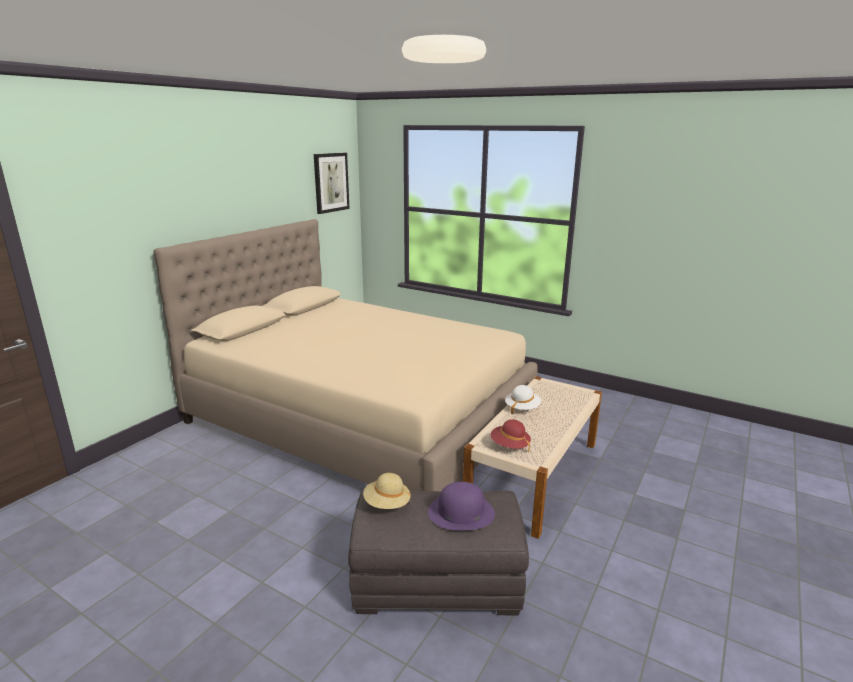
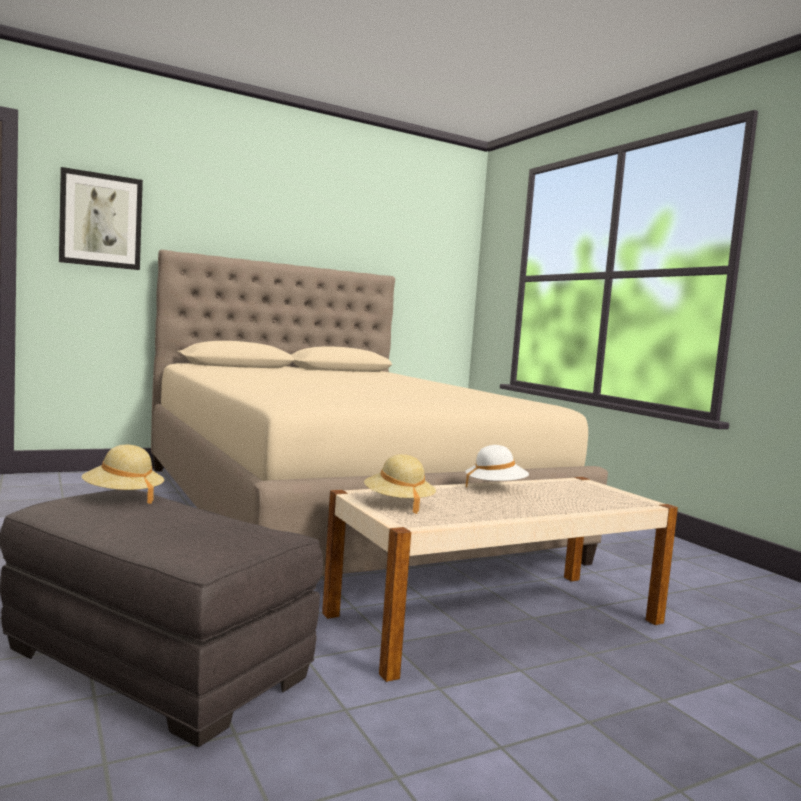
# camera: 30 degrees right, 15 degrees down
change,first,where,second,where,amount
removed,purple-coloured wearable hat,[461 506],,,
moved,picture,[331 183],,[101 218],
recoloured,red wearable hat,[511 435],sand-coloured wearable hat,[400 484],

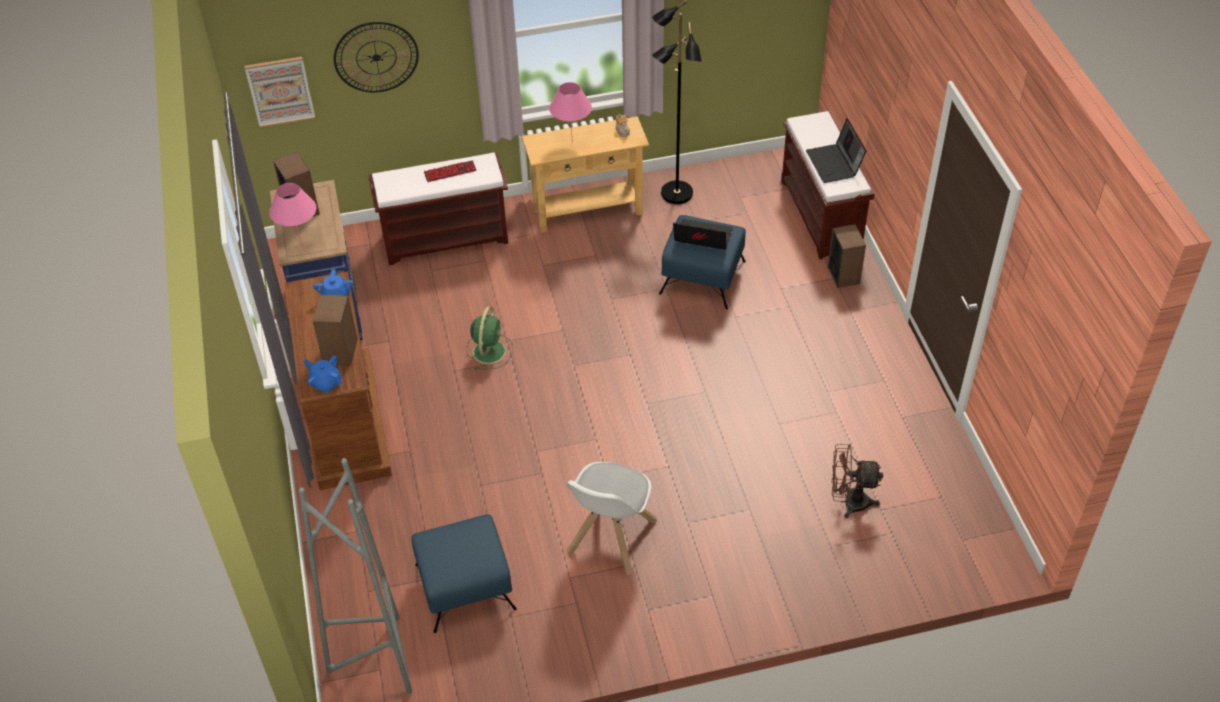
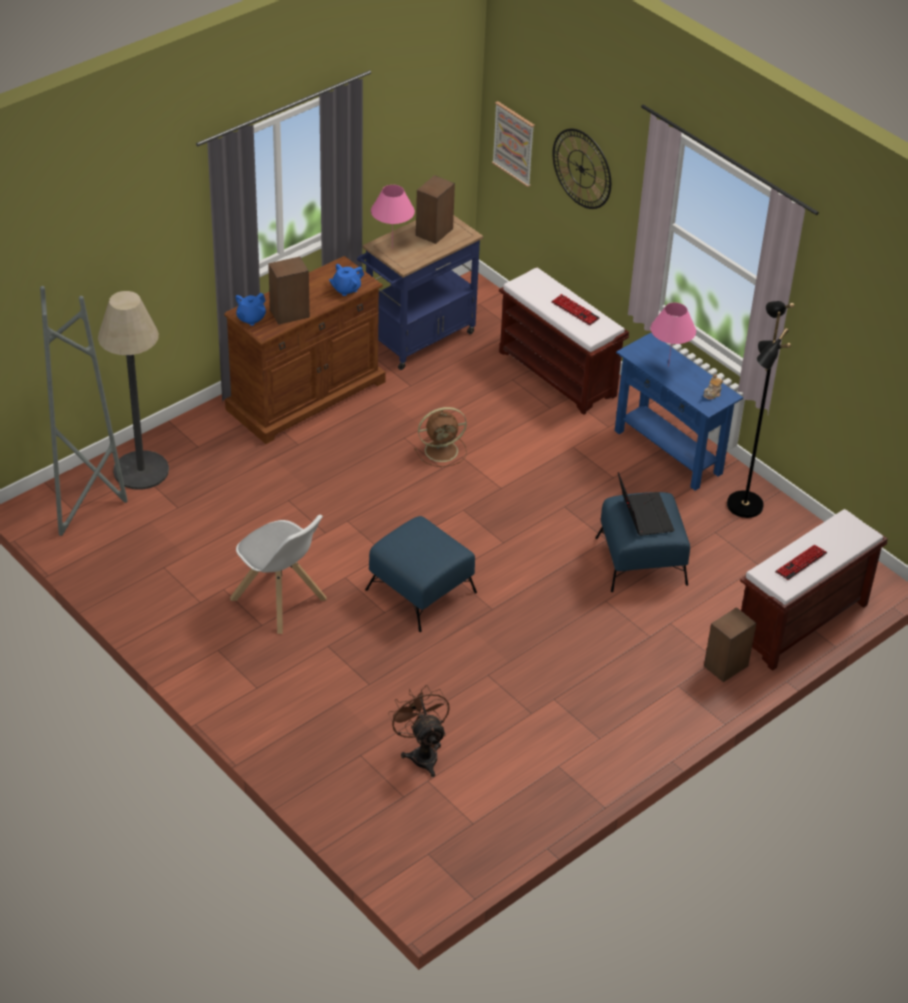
# camera: 60 degrees right, 5 degrees down
change,first,where,second,where,amount
added,,,standing lamp,[133 390],
moved,bluish footrest,[464 573],,[421 574],
replaced,portable computer,[836 151],keyboard,[801 562],
recoloured,green fan,[489 338],brown fan,[440 437],
recoloured,sand-coloured narrow table,[585 174],bluish narrow table,[679 412],
turned,bluish teapot,[323 374],,[251 309],150 degrees counterclockwise
turned,upright chair,[612 518],,[278 574],135 degrees counterclockwise

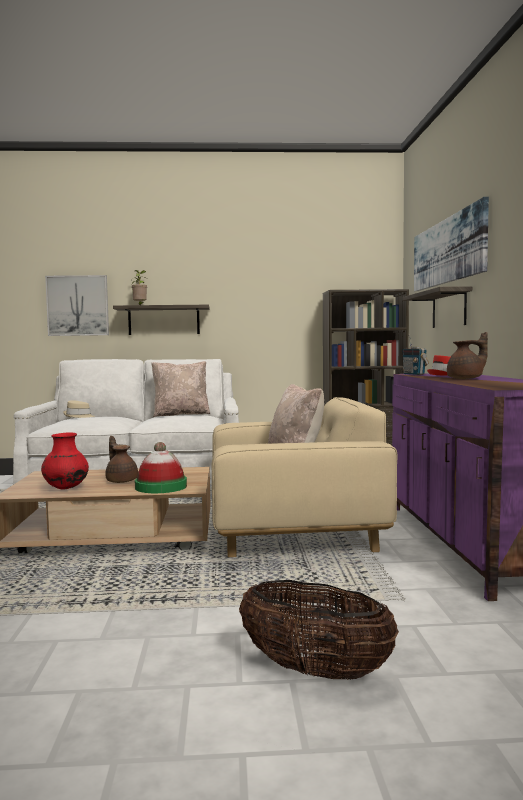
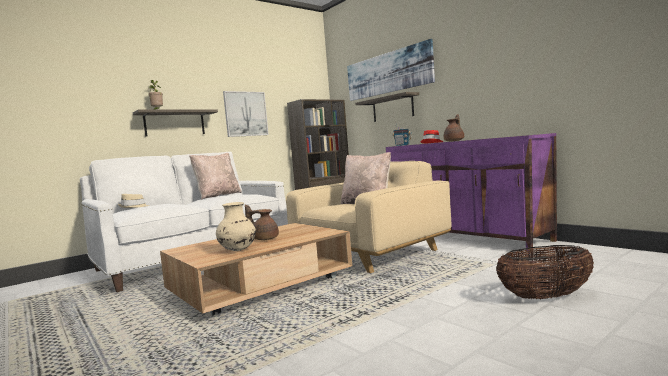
# camera: 35 degrees left, 0 degrees up
change,first,where,second,where,amount
removed,wearable hat,[161 467],,,
moved,picture,[77 305],,[246 114],
recoloured,red decorative vase,[65 460],sand-coloured decorative vase,[236 226],

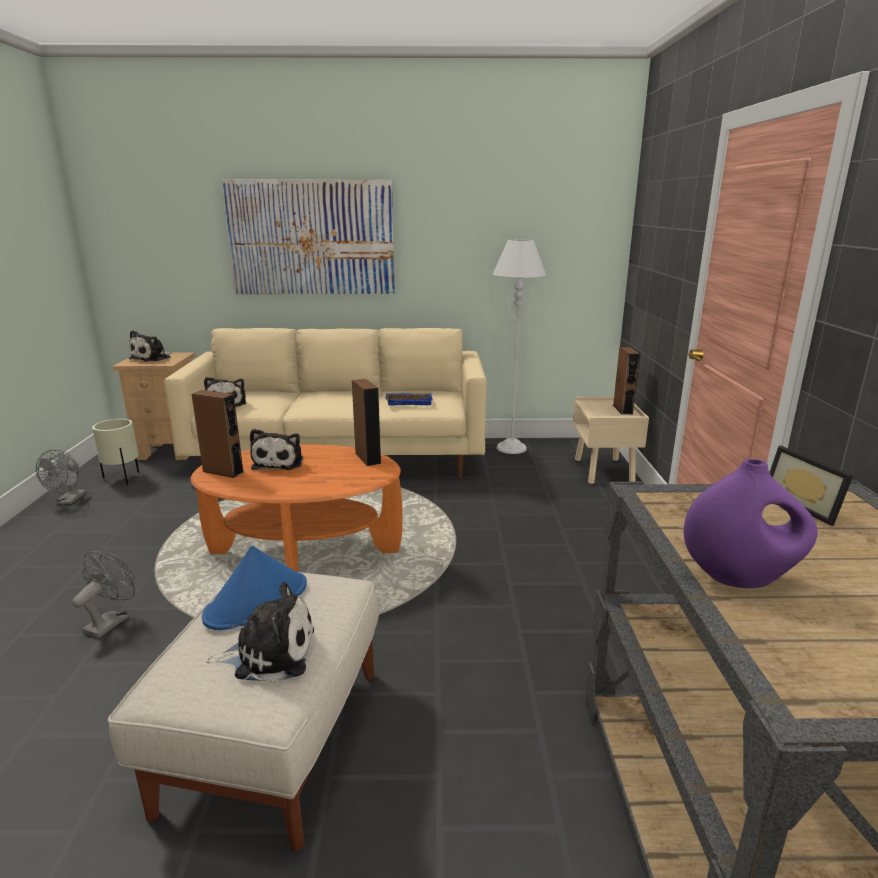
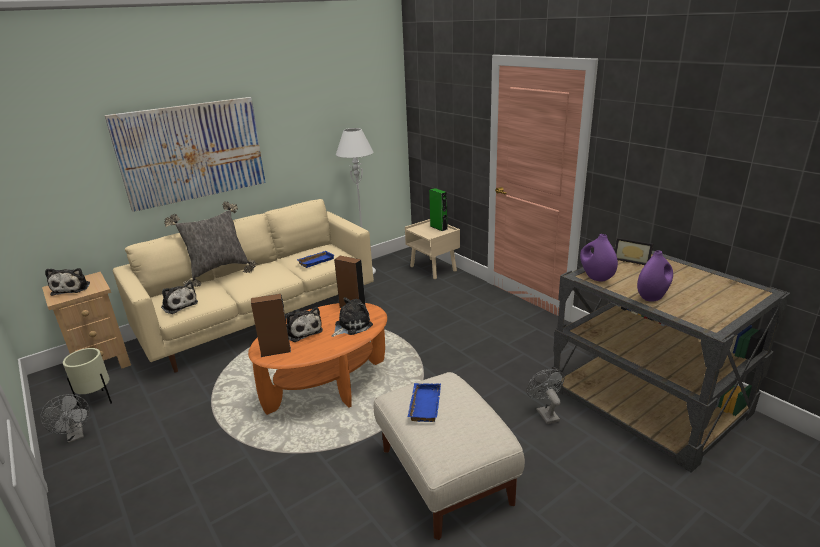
# camera: 35 degrees left, 5 degrees up
change,first,where,second,where,amount
added,,,throw pillow,[211 244],
added,,,purple-coloured decorative vase,[599 258],
moved,grey fan,[103 594],,[545 396],
moved,soft toy,[260 632],,[352 317],
replaced,bluish wearable hat,[254 588],bluish tray,[424 402],
recoloured,brown speaker,[626 380],green speaker,[438 209],

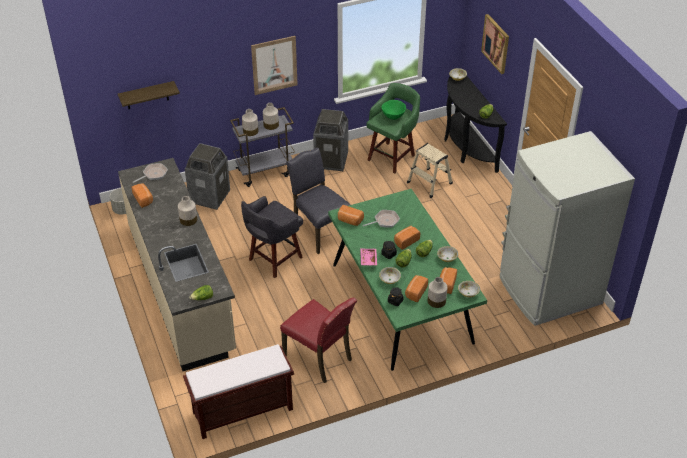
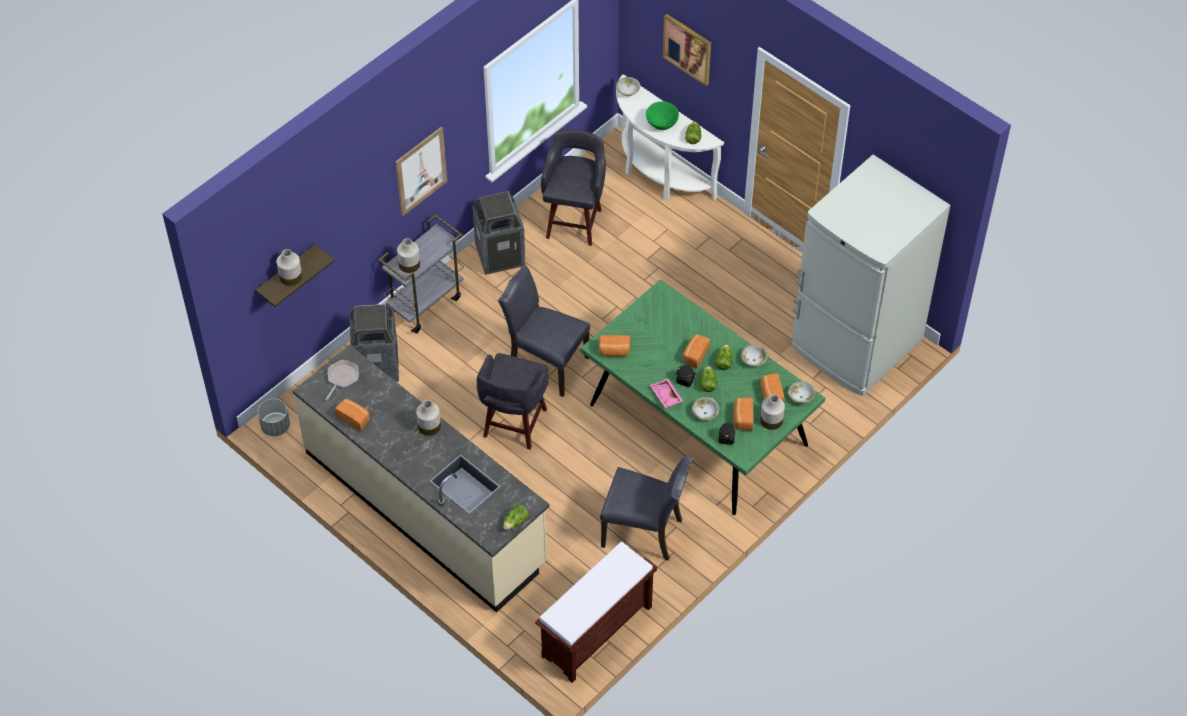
# camera: 25 degrees left, 10 degrees up
change,first,where,second,where,amount
removed,skillet,[381 219],,,
removed,sand-coloured step stool,[430 170],,,
moved,sand-coloured decorative vase,[271 116],,[289 267],
moved,green deep dish,[393 110],,[662 115],
recoloured,red upright chair,[318 340],grey upright chair,[646 508],
recoloured,green stool seat,[393 128],grey stool seat,[573 188],
recoloured,blackish narrow table,[475 124],white-coloured narrow table,[670 137],

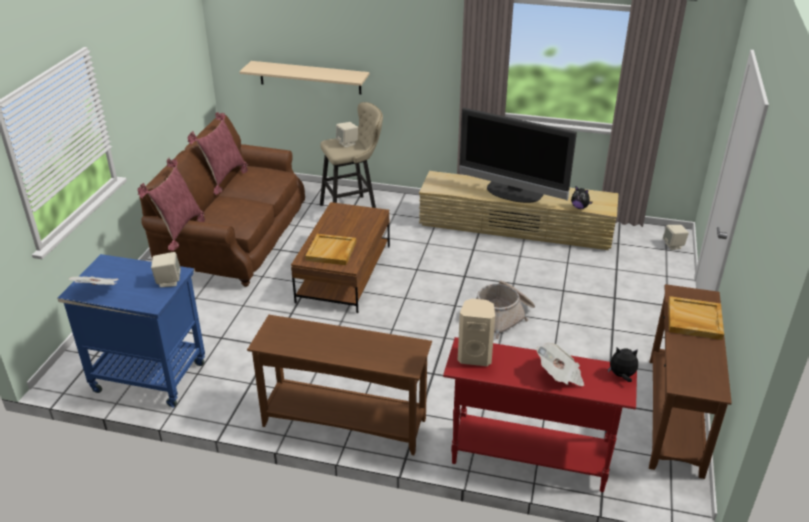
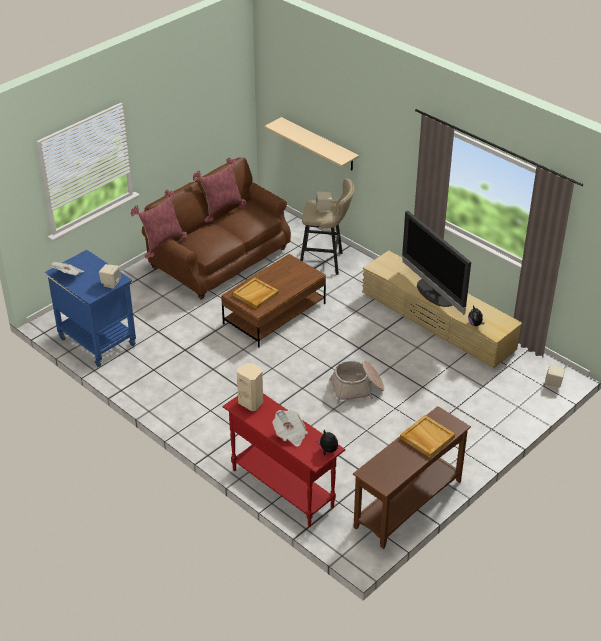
# camera: 30 degrees right, 5 degrees up
change,first,where,second,where,amount
removed,brown narrow table,[339 385],,,

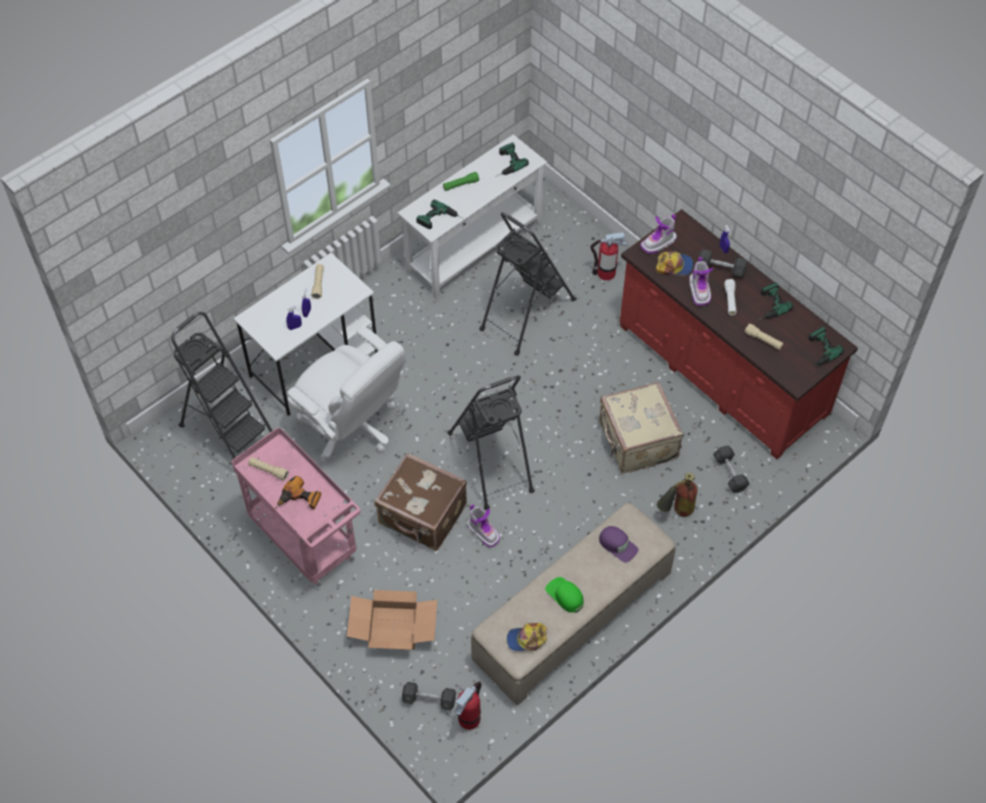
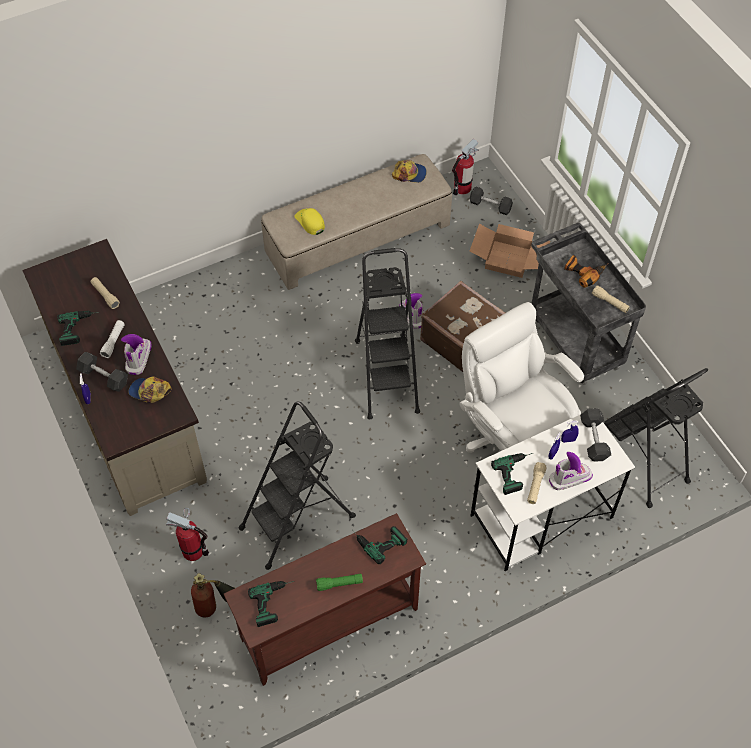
# camera: 165 degrees left, 0 degrees up
change,first,where,second,where,amount
removed,green peaked cap,[564 595],,,
removed,sand-coloured suitcase,[641 427],,,
moved,high-top boot,[658 234],,[571 471],
moved,extinguisher,[677 494],,[213 595],
moved,grey hand weight,[731 469],,[595 435],
moved,drill,[826 347],,[512 474],
recoloured,pink cart,[296 507],grey cart,[588 304],
recoloured,white-coloured narrow table,[472 216],brown narrow table,[325 599],
recoloured,purple-coloured peaked cap,[619 544],yellow peaked cap,[310 221],
recoloured,red storage cabinet,[739 334],sand-coloured storage cabinet,[114 377],

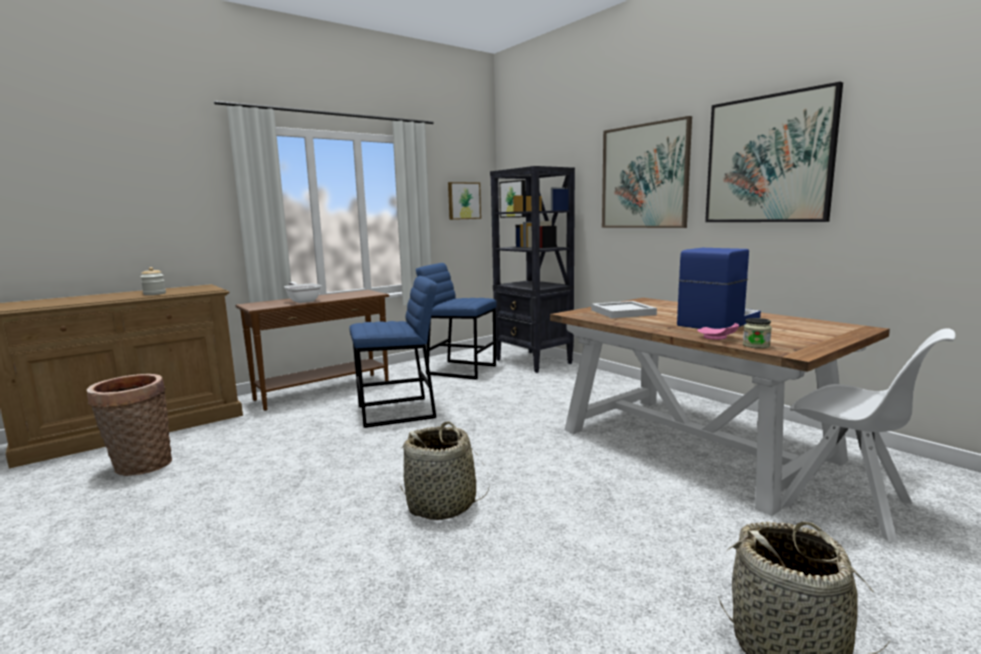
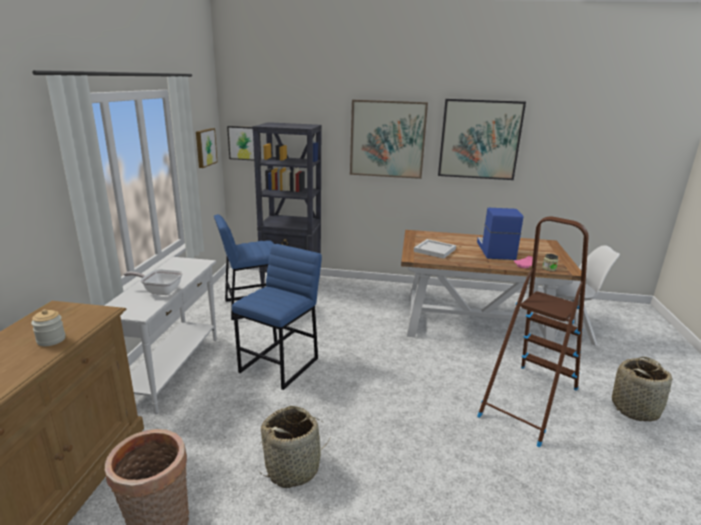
# camera: 45 degrees left, 10 degrees up
change,first,where,second,where,amount
added,,,brown step stool,[532 331],
moved,basket,[445 470],,[294 447],
recoloured,brown narrow table,[312 350],white-coloured narrow table,[160 335],

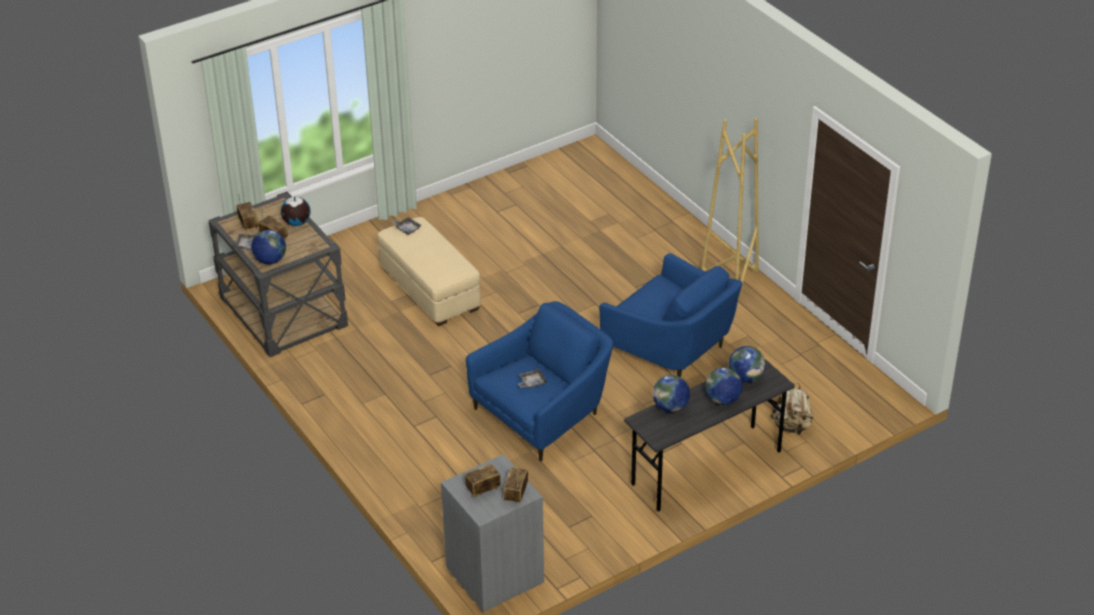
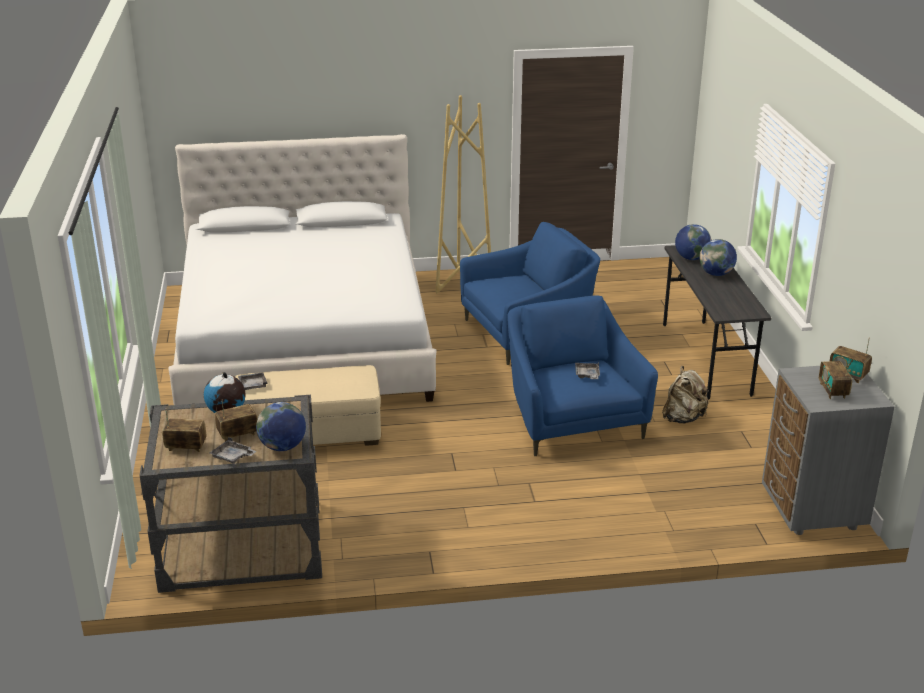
# camera: 65 degrees left, 10 degrees down
change,first,where,second,where,amount
removed,desk globe,[671 393],,,
added,,,white-coloured bedroom bed,[302 269],
moved,sand-coloured backpack,[792 409],,[685 394],

